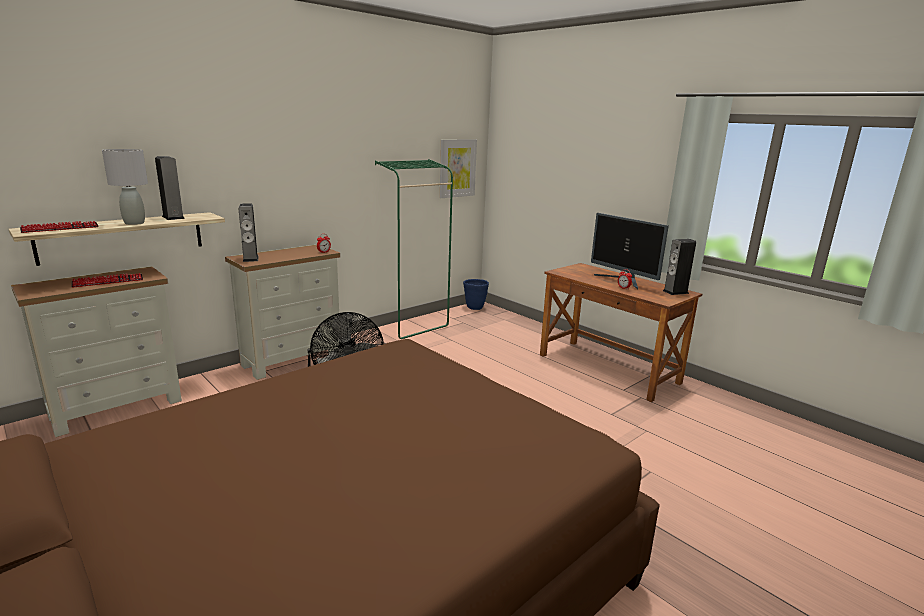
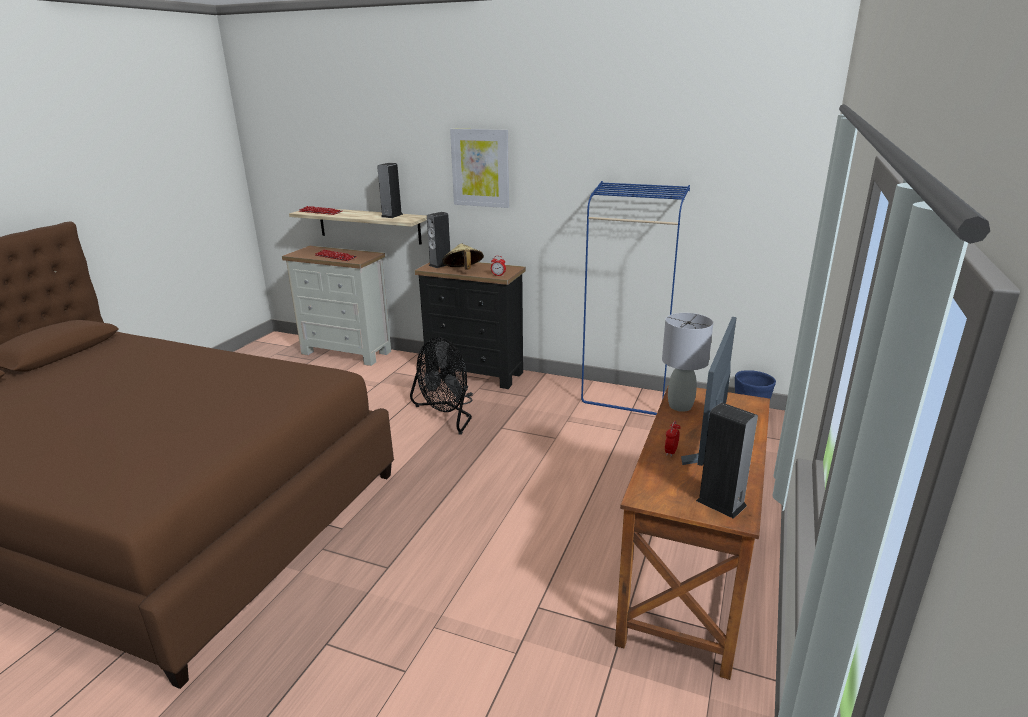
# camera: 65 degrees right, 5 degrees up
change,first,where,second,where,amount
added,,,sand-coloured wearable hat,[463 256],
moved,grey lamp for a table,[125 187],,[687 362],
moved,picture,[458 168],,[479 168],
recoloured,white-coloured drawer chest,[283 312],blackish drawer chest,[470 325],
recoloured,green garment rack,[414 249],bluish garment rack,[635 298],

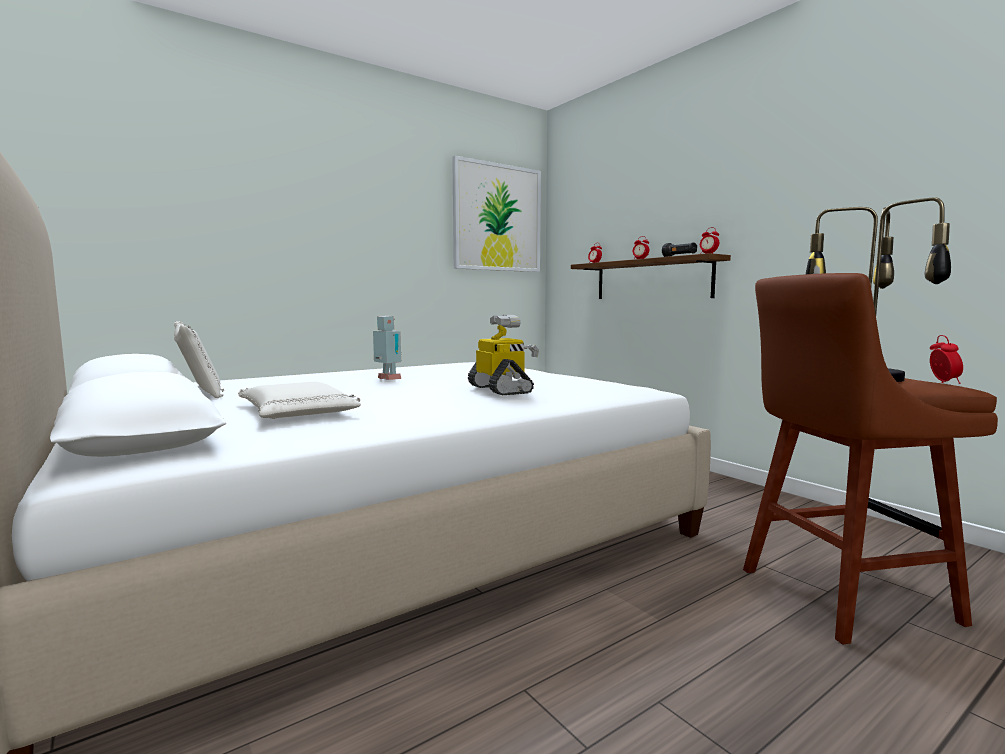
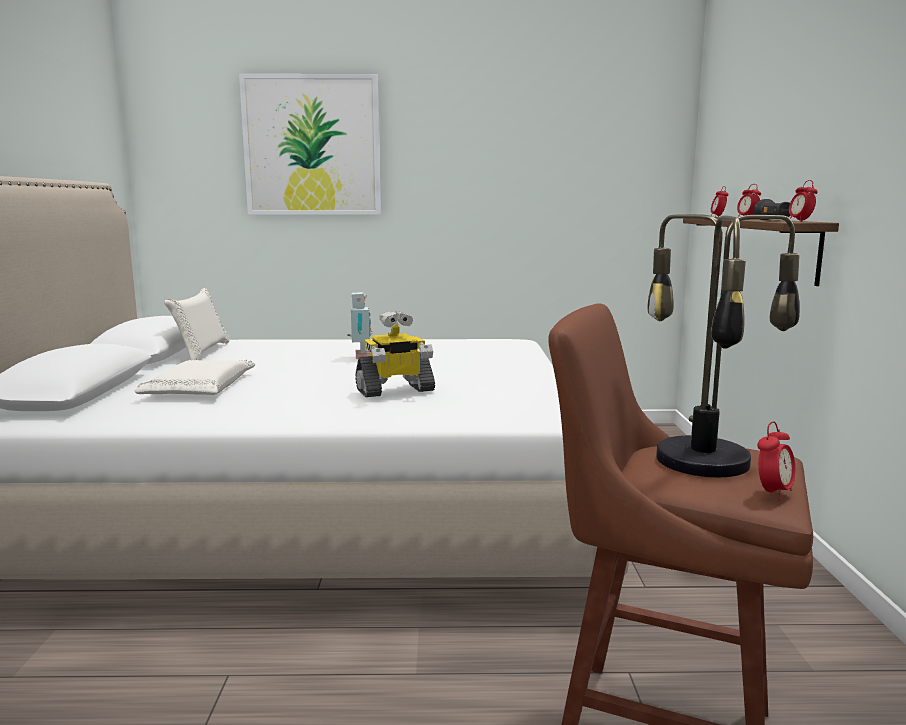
# camera: 35 degrees right, 5 degrees up
change,first,where,second,where,amount
moved,picture,[496 214],,[310 144],
turned,robot figure,[503 355],,[395 354],60 degrees clockwise

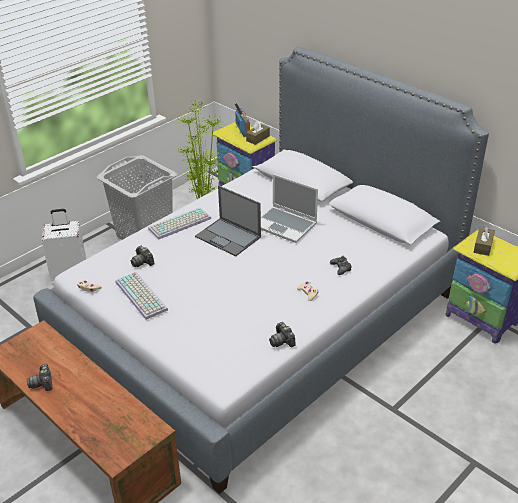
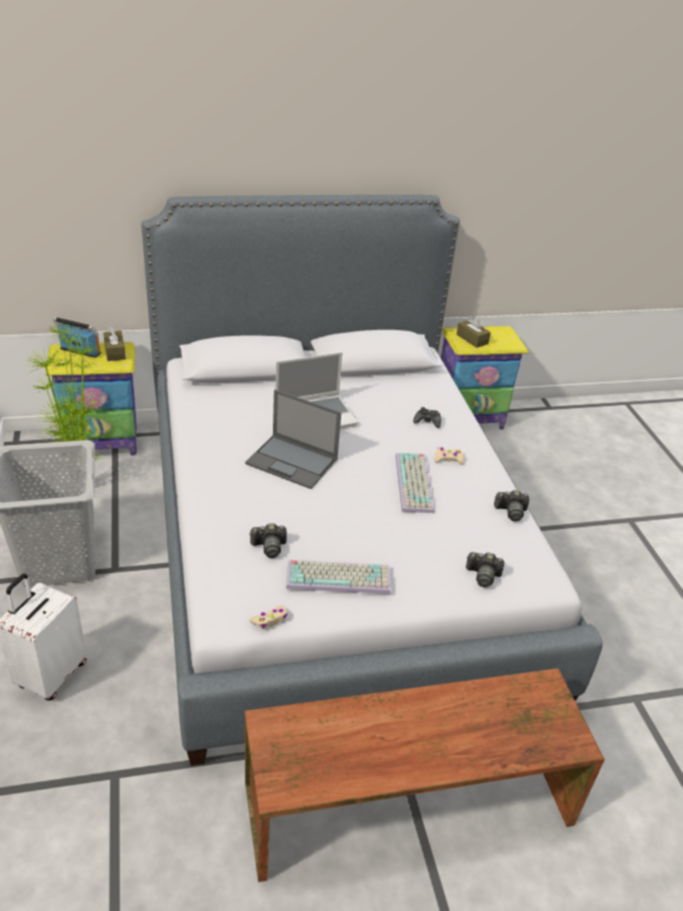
# camera: 60 degrees left, 0 degrees up
change,first,where,second,where,amount
moved,photo camera,[39 377],,[485 570],
moved,keyboard,[179 223],,[414 483],
turned,portable computer,[228 221],,[293 439],45 degrees clockwise

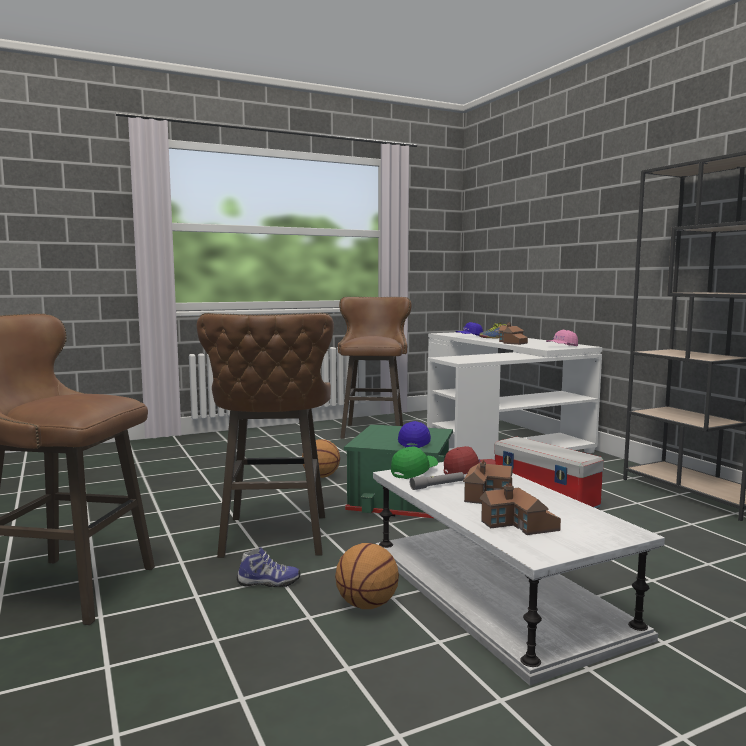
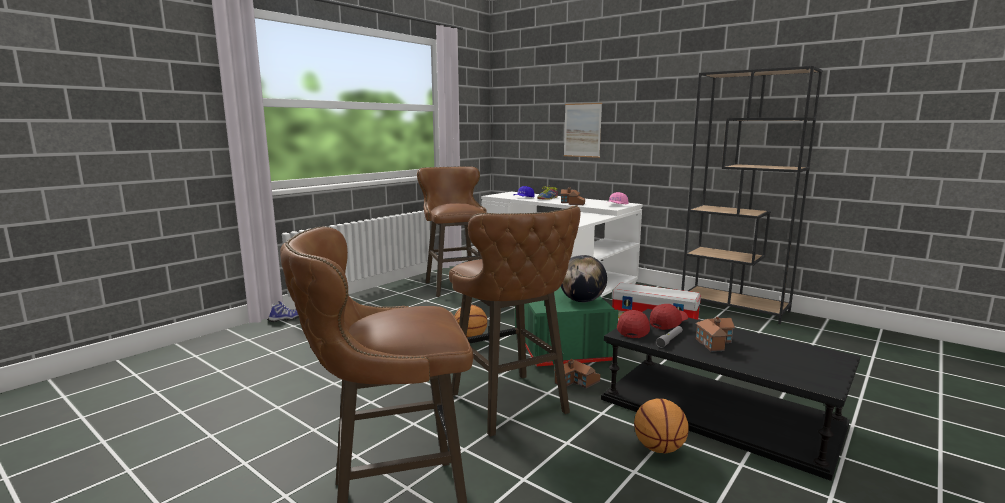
# camera: 25 degrees left, 5 degrees up
change,first,where,second,where,amount
added,,,picture,[583 130],
moved,shoe,[268 567],,[283 311],
moved,toy house,[520 509],,[577 373],
replaced,bluish peaked cap,[414 434],desk globe,[584 278],
recoloured,white-coloured coffee table,[519 572],blackish coffee table,[730 395],
recoloured,green peaked cap,[414 463],red peaked cap,[633 324],

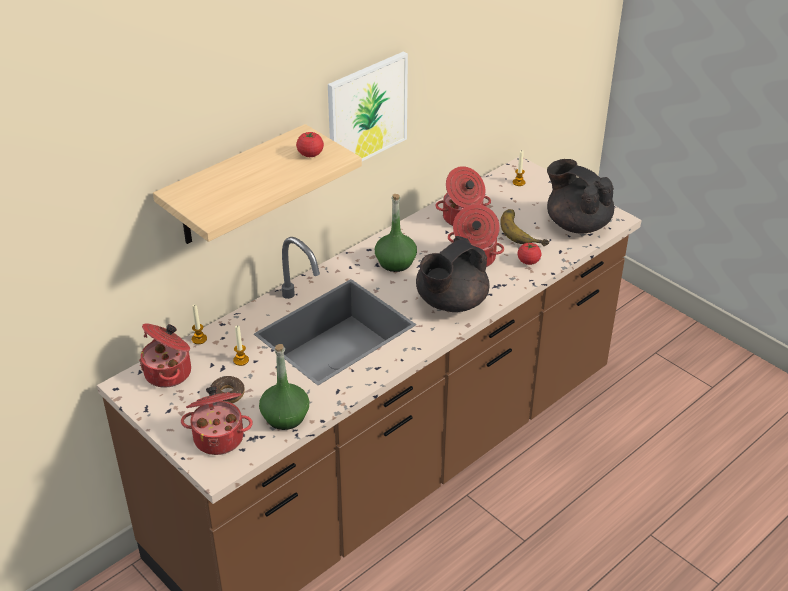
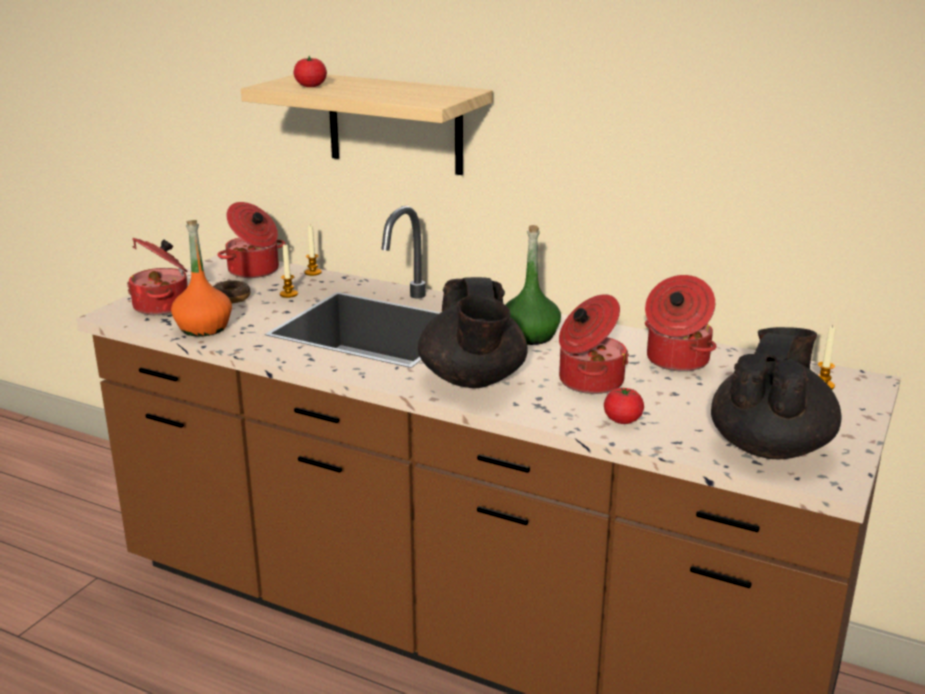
# camera: 70 degrees right, 15 degrees down
change,first,where,second,where,amount
removed,picture,[368 106],,,
removed,banana,[524 227],,,
moved,fresh tomato,[310 144],,[310 71],
recoloured,green beverage bottle,[284 387],orange-coloured beverage bottle,[201 278],
turned,blackish teapot,[452 274],,[472 332],120 degrees counterclockwise

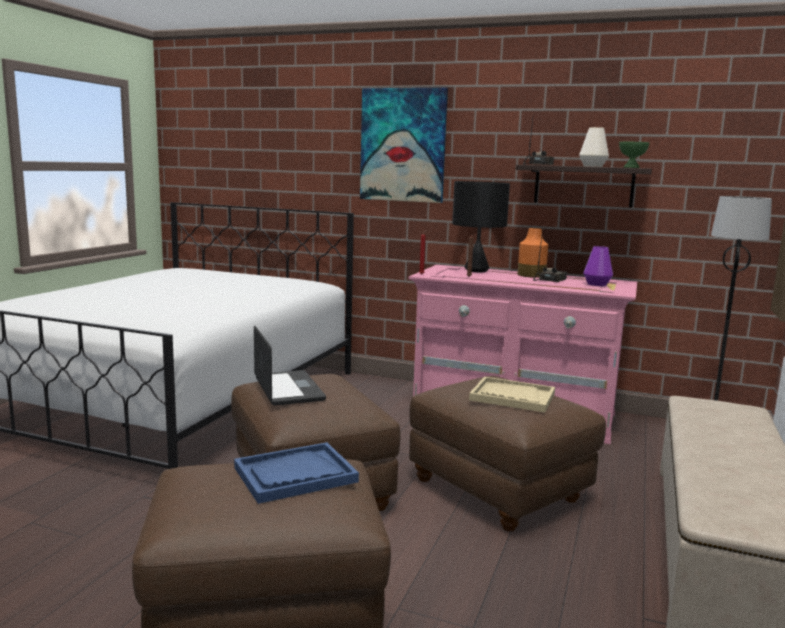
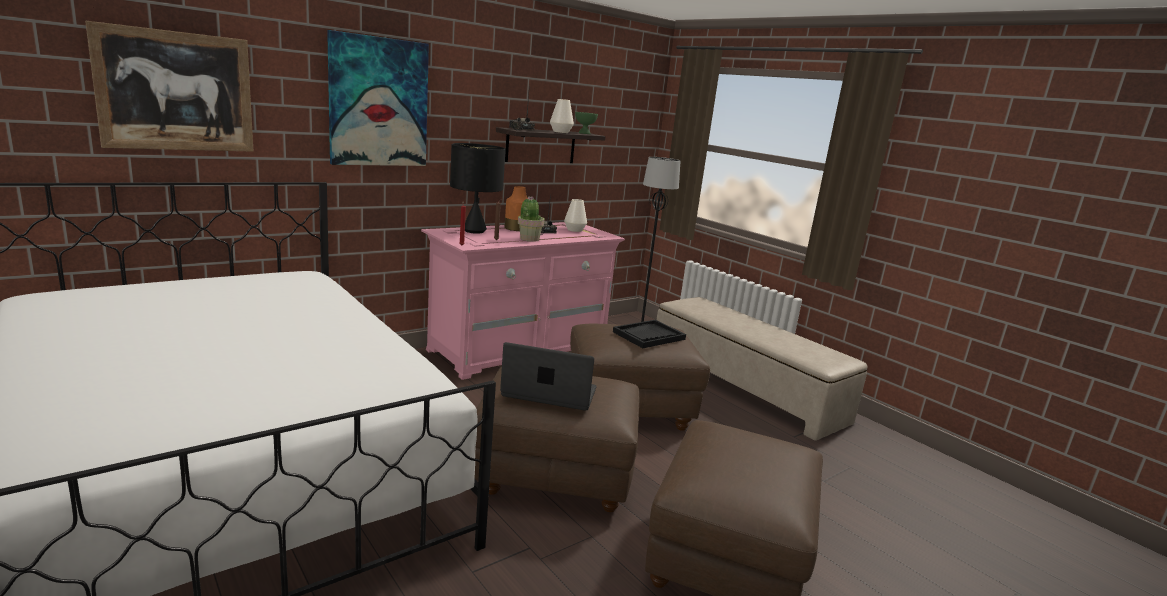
# camera: 60 degrees left, 5 degrees up
change,first,where,second,where,amount
removed,bluish tray,[296 473],,,
added,,,picture,[169 86],
added,,,houseplant,[531 219],
recoloured,sand-coloured tray,[512 395],blackish tray,[649 334],
recoloured,purple-coloured decorative vase,[598 266],white-coloured decorative vase,[575 215],

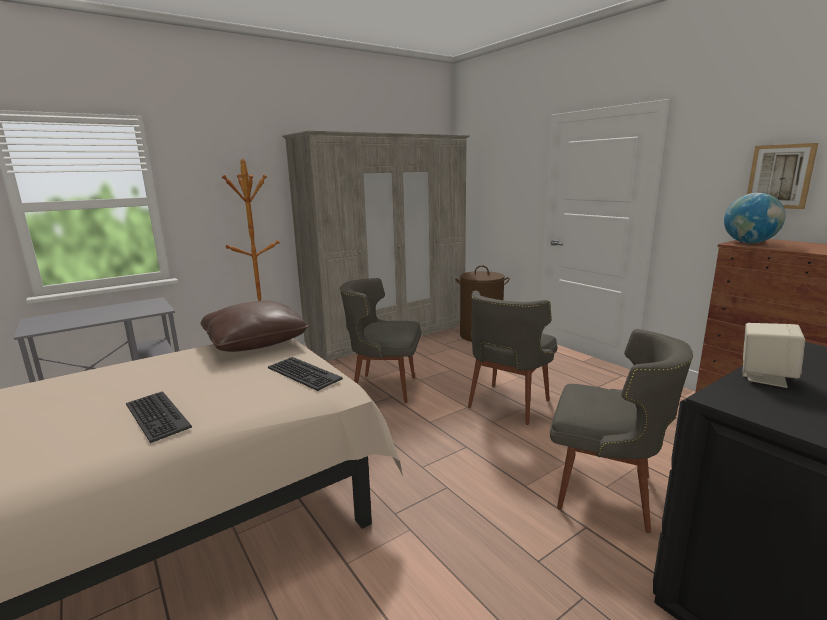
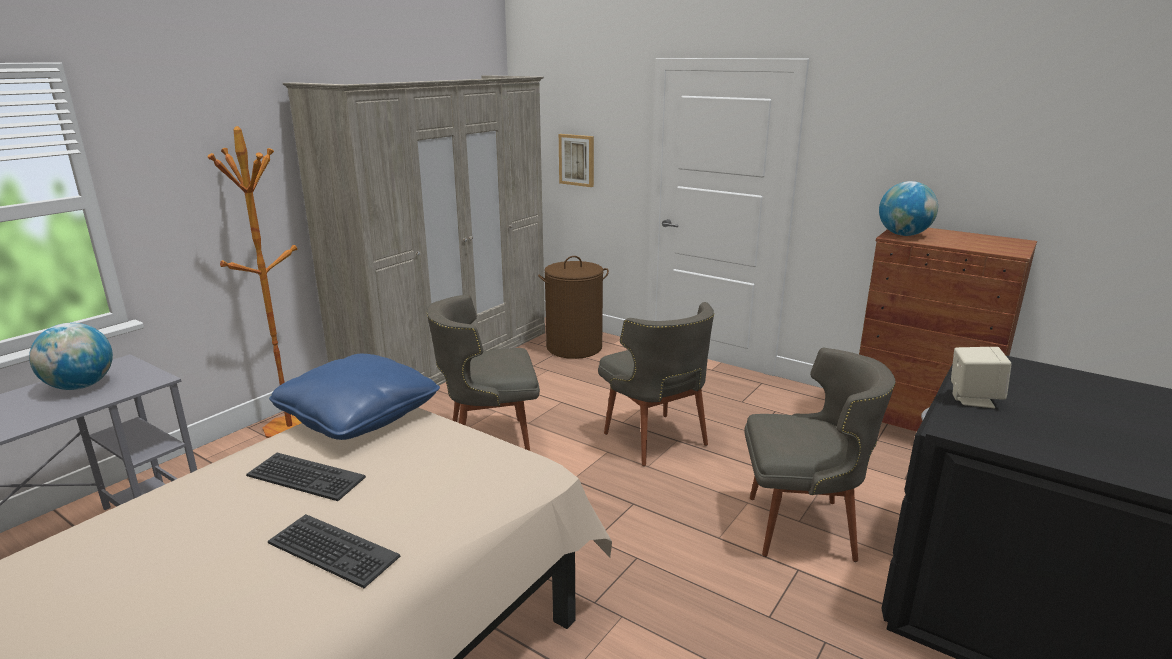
# camera: 20 degrees left, 5 degrees up
change,first,where,second,where,amount
added,,,desk globe,[71 356],
moved,keyboard,[305 374],,[306 477],
moved,picture,[782 176],,[576 160],
recoloured,brown throw pillow,[254 326],bluish throw pillow,[354 397],
turned,grey upright chair,[513 358],,[656 384],45 degrees counterclockwise

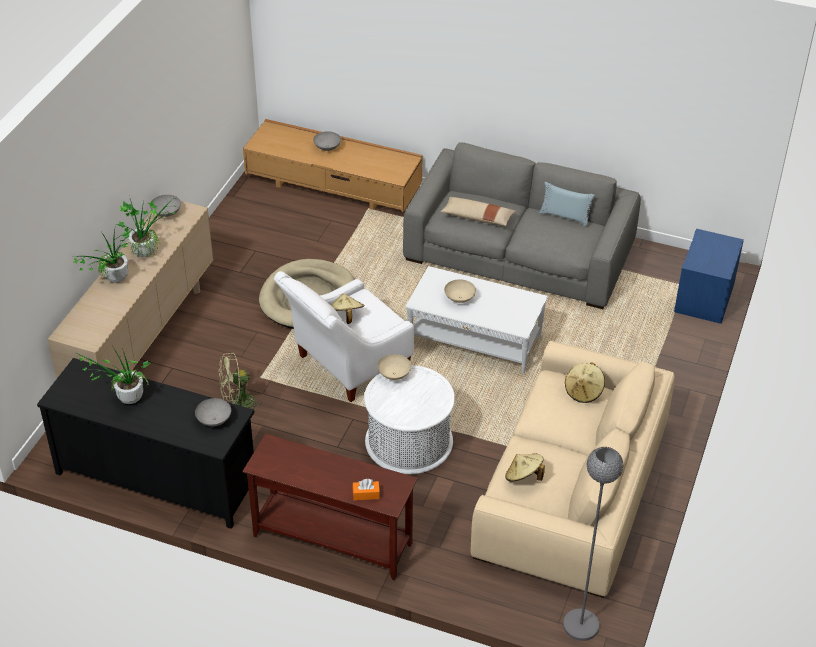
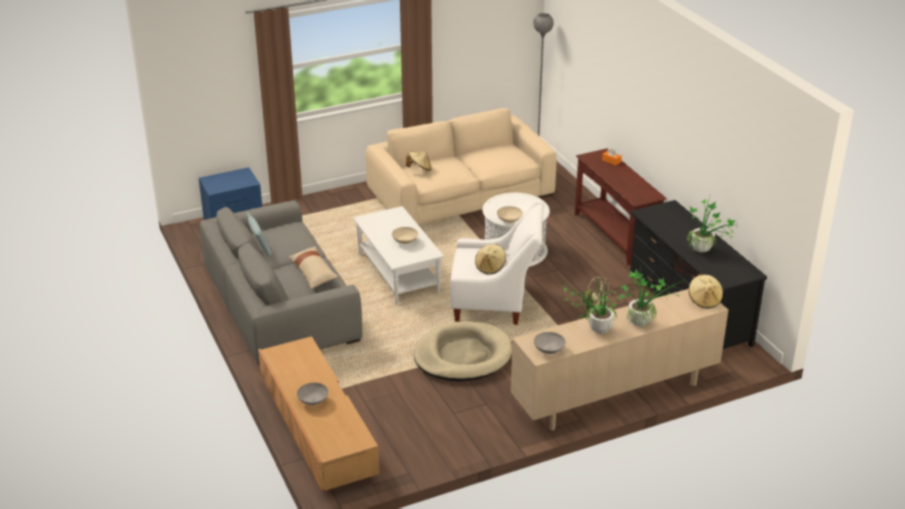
# camera: 135 degrees left, 10 degrees down
change,first,where,second,where,amount
removed,grey deep dish,[213 412],,,
moved,sand-coloured wearable hat,[525 468],,[706 291],

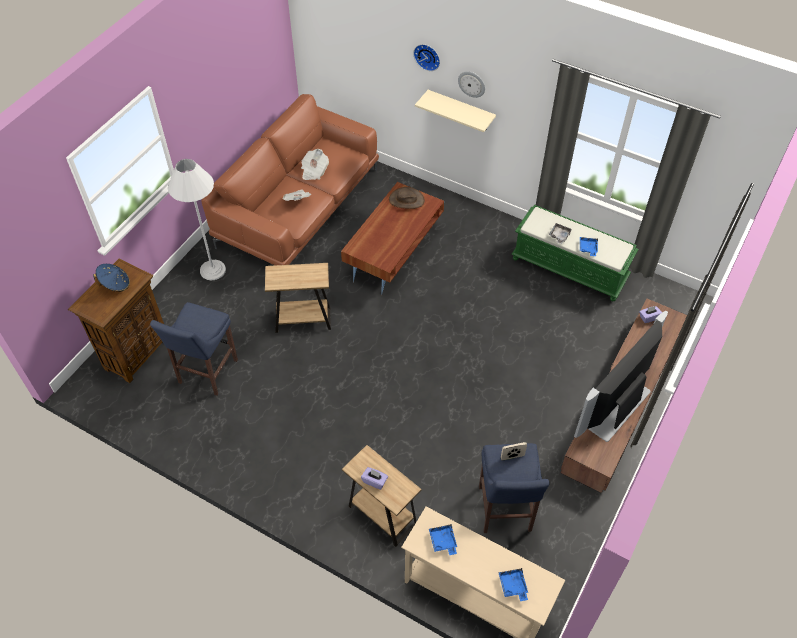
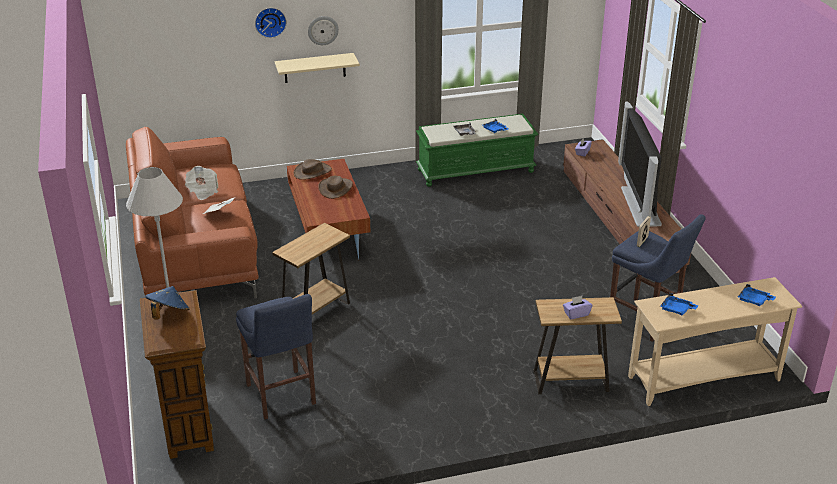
# camera: 45 degrees left, 20 degrees down
change,first,where,second,where,amount
added,,,brown wearable hat,[335 187],

